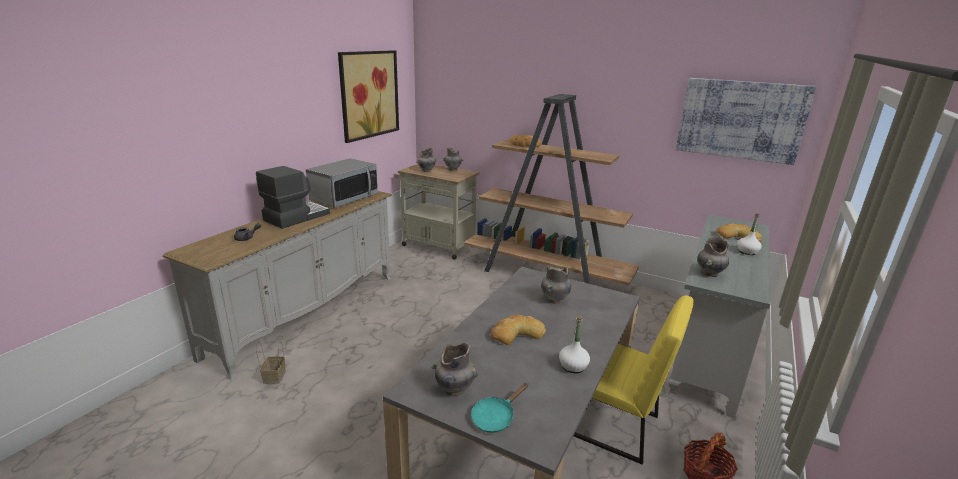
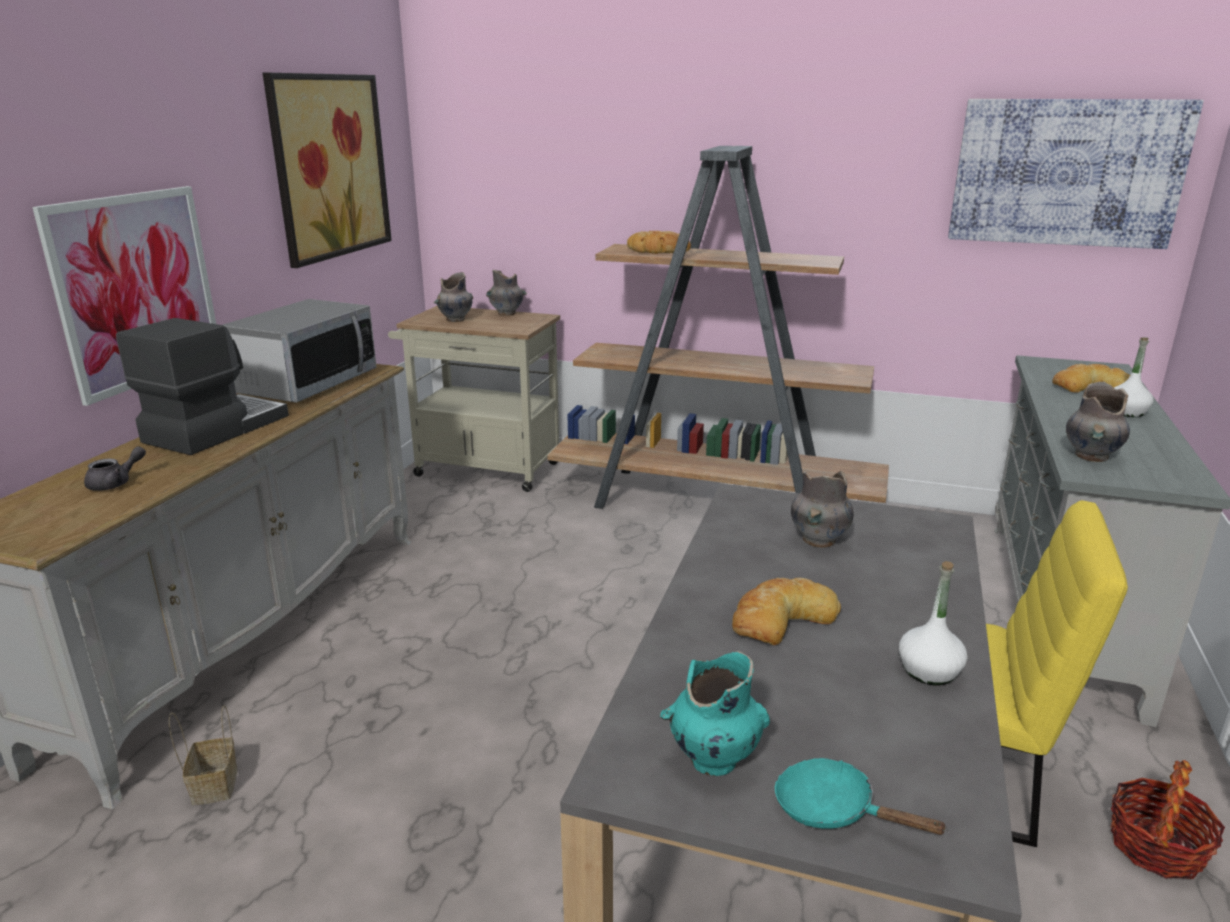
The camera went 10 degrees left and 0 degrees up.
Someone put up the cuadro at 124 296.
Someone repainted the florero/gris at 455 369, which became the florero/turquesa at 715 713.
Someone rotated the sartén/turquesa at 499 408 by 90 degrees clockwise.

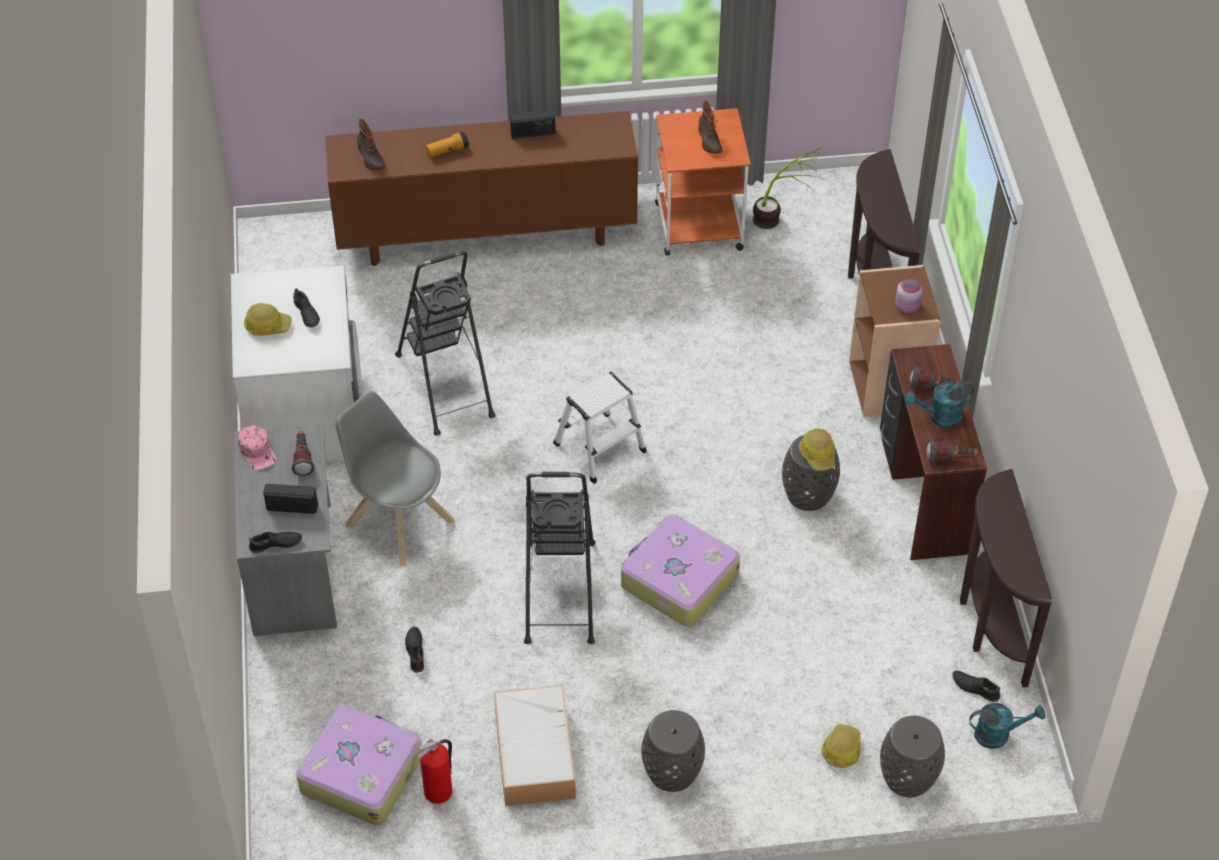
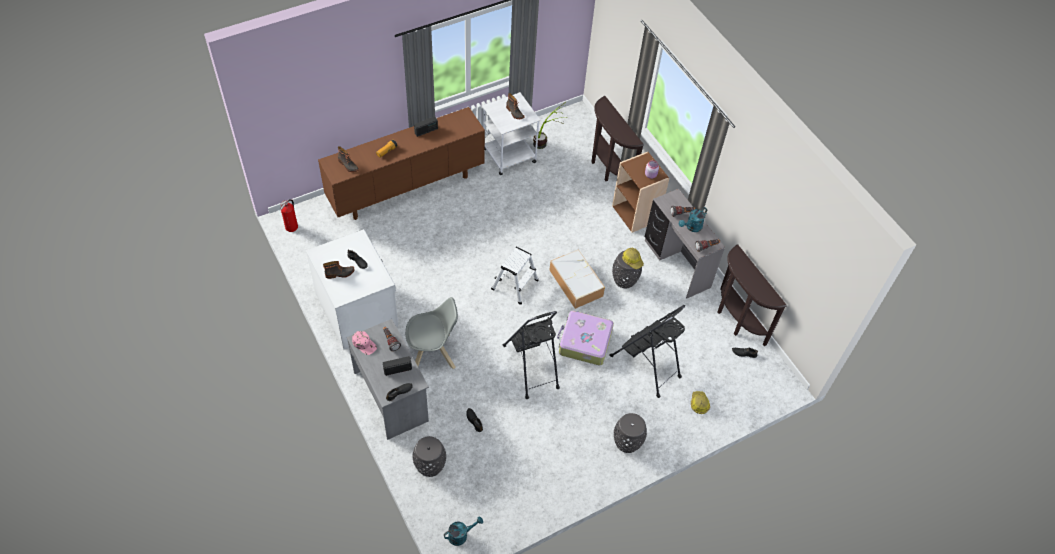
The camera went 25 degrees left and 5 degrees up.
Someone carried the extintor from 434 771 to 289 215.
Someone swapped the casco at 268 319 for the bota at 338 270.
Someone rotated the silla/gris at 395 478 by 150 degrees clockwise.
Someone carried the taburete/gris from 912 756 to 429 456.
Someone carried the regadera/turquesa from 1007 726 to 463 531.
Someone repainted the carrito/naranja at 703 181, which became the carrito/blanco at 511 133.
Someone carried the caja de almacenaje from 535 745 to 577 279.
Someone carried the escalera de tijera from 445 343 to 647 351.
Someone repainted the escritorio/marrón at 933 452, which became the escritorio/gris at 685 244.
Someone took away the maleta at 359 765.

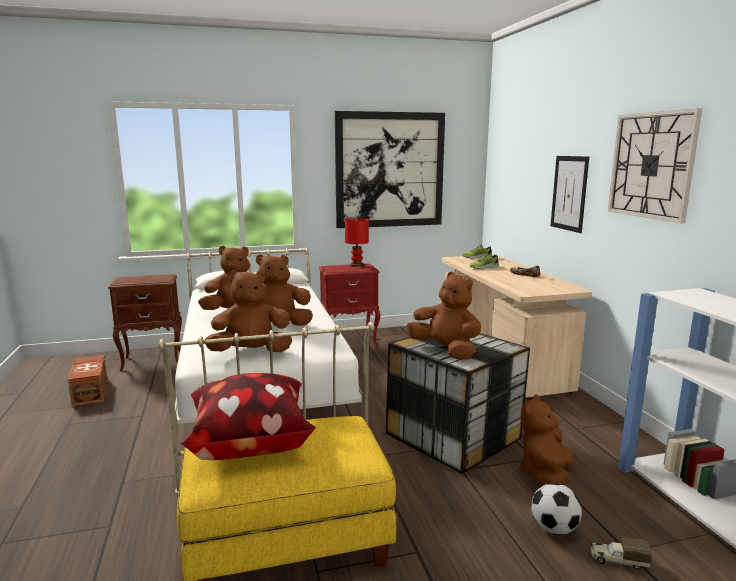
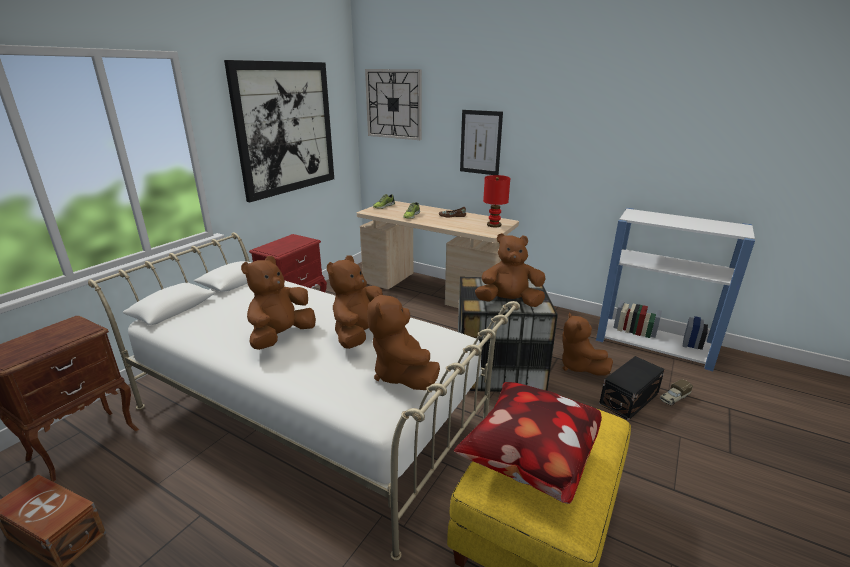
The camera went 45 degrees left and 10 degrees up.
Someone carried the reloj de pared from 655 165 to 393 104.
Someone rotated the peluche/marrón at 248 311 by 45 degrees counterclockwise.
Someone carried the lámpara de mesa/rojo from 357 242 to 496 201.
Someone swapped the balón de fútbol at 556 509 for the caja de almacenaje/negro at 632 388.

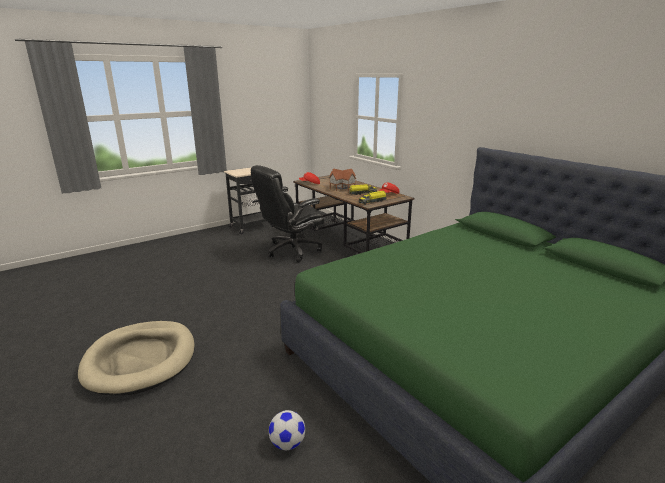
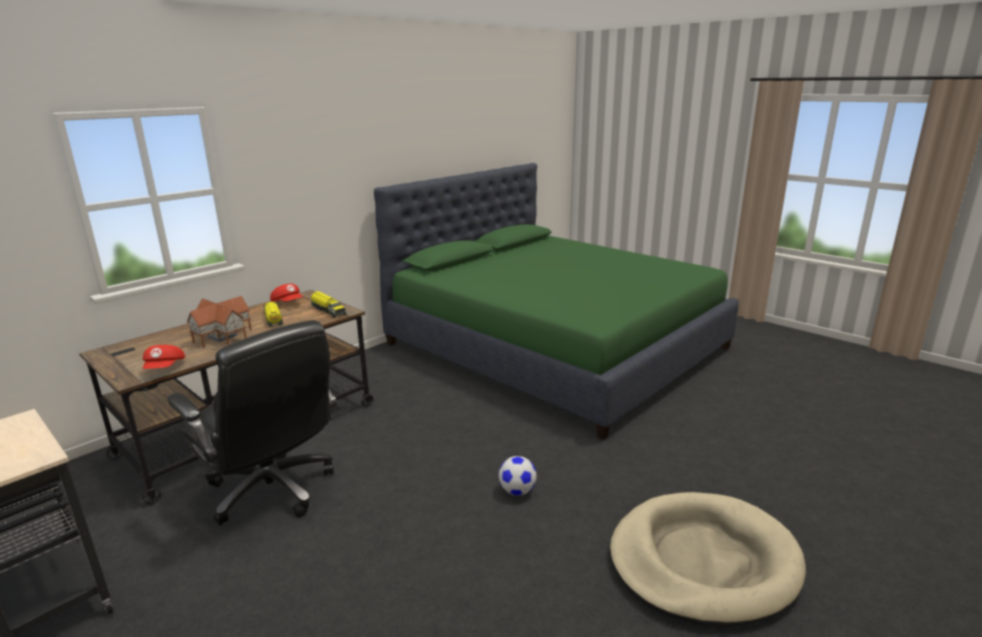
The camera went 100 degrees left and 0 degrees up.
Someone carried the balón de fútbol from 287 430 to 518 475.

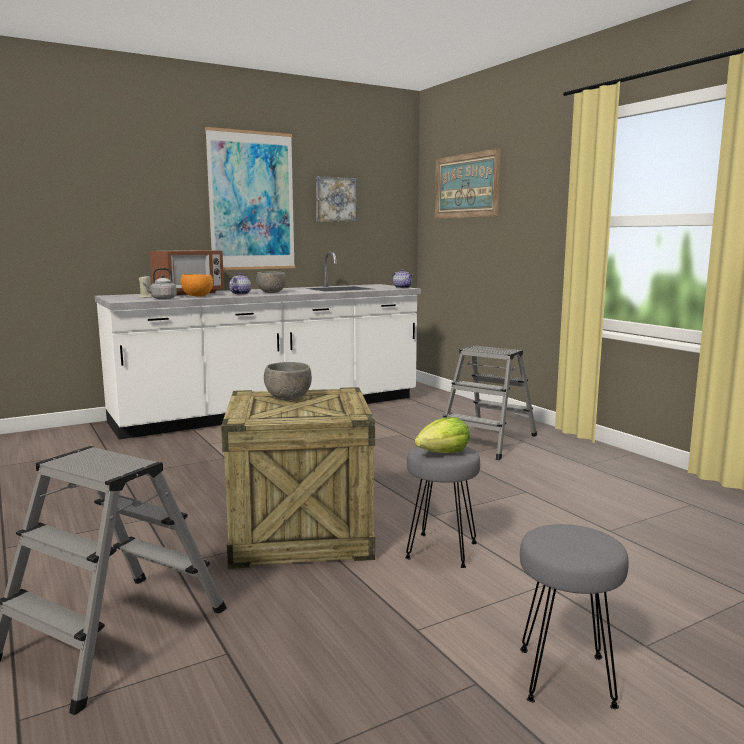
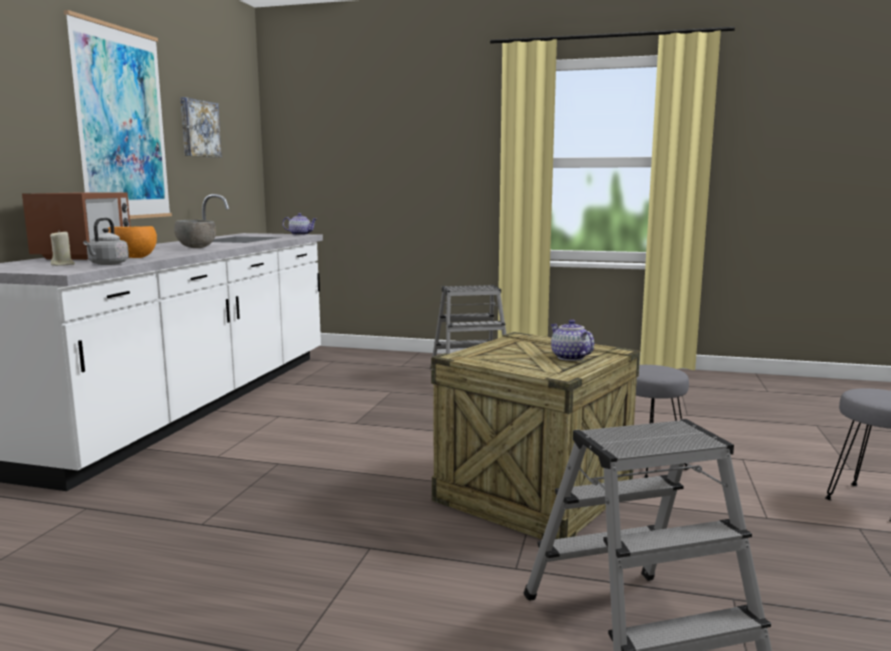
The camera went 45 degrees left and 0 degrees up.
Someone carried the tetera from 240 284 to 572 340.
Someone took away the cuenco/gris at 288 381.
Someone took away the lechuga at 442 435.
Someone took away the cuadro at 468 183.

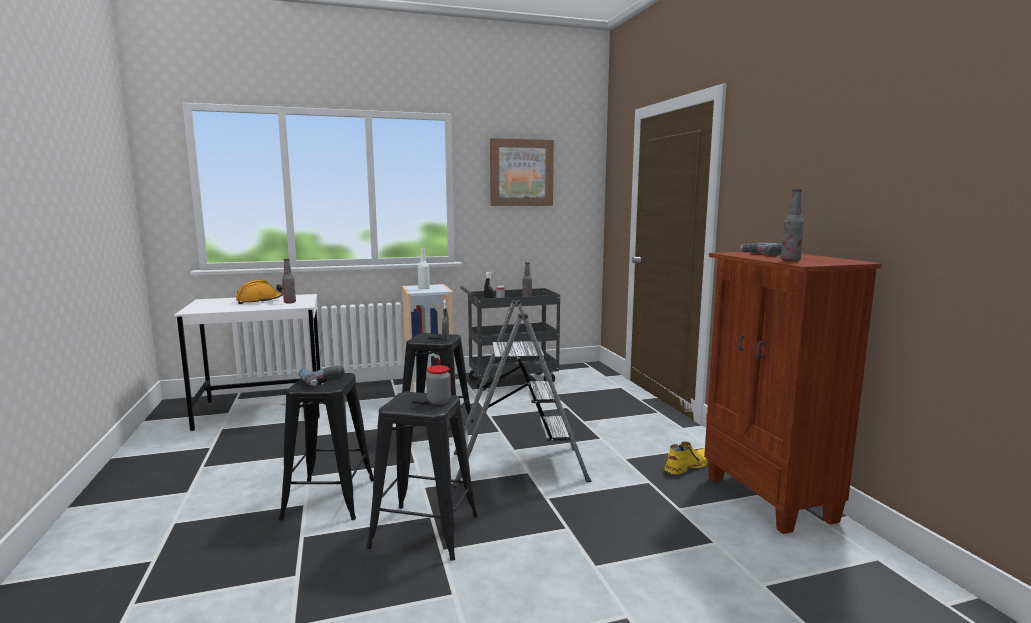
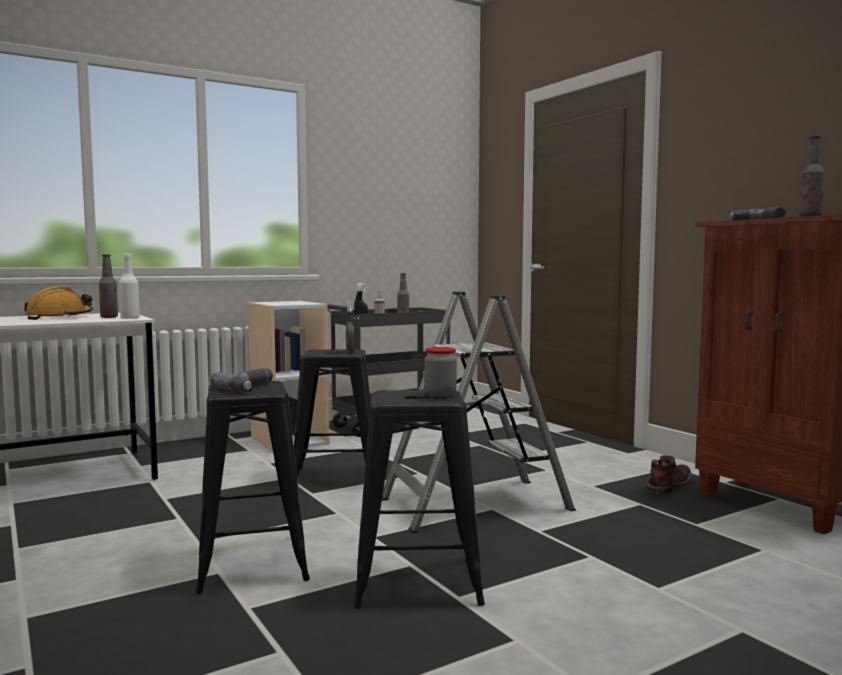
The camera went 15 degrees left and 5 degrees down.
Someone carried the botella/blanco from 424 269 to 129 286.
Someone repainted the bota/amarillo at 686 458, which became the bota/marrón at 669 474.
Someone took away the cuadro at 522 172.

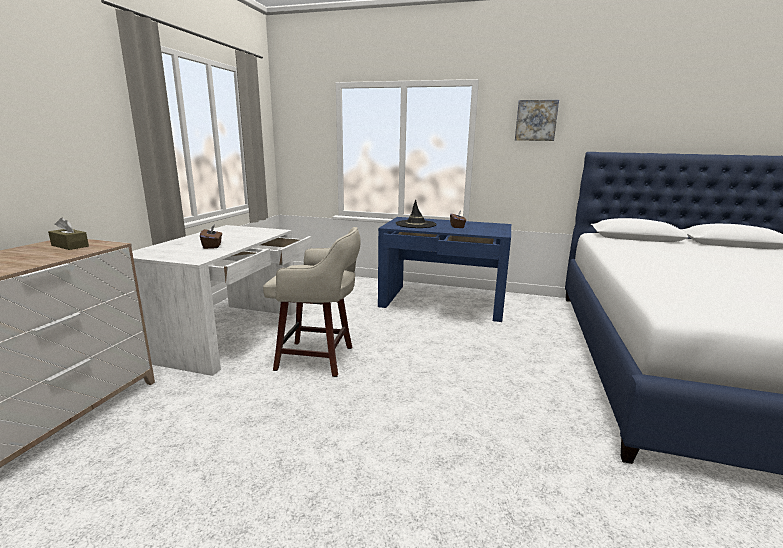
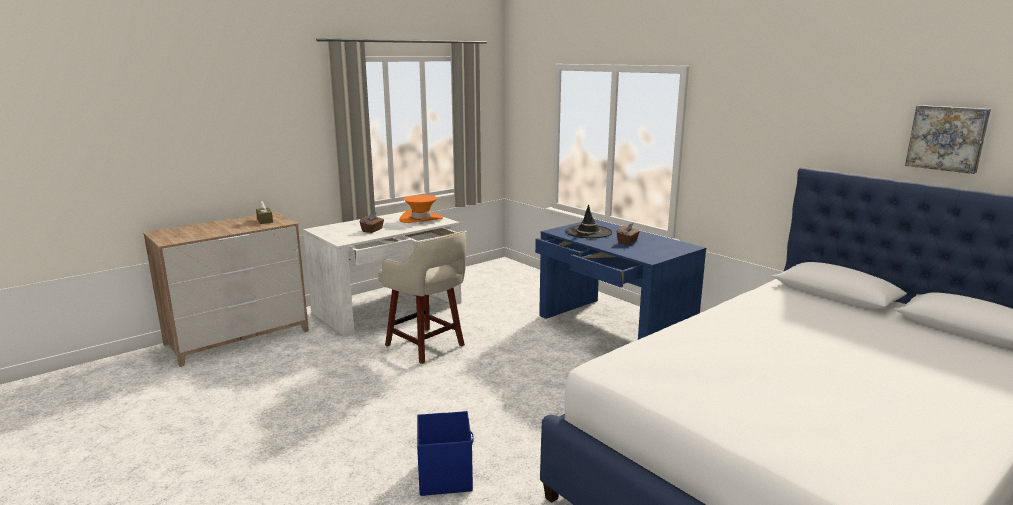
The camera went 35 degrees right and 0 degrees up.
Someone put down the sombrero/naranja at 421 209.
Someone put down the caja de almacenaje/azul at 445 453.
Someone carried the cuadro from 537 120 to 948 139.

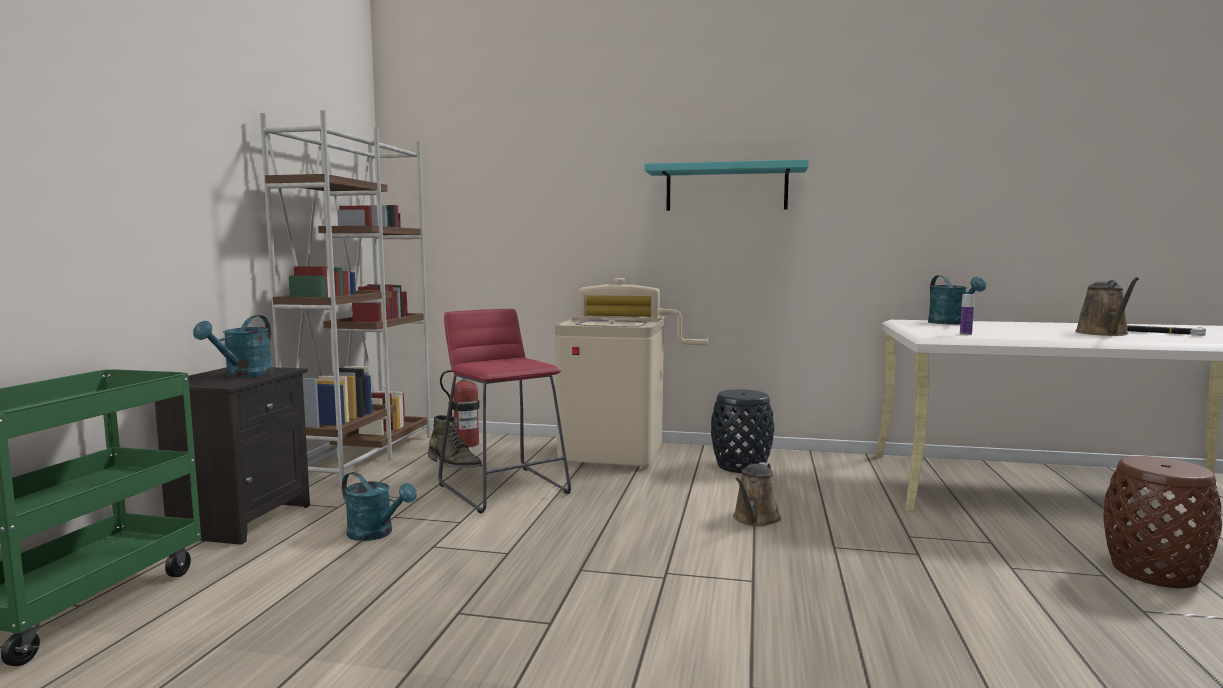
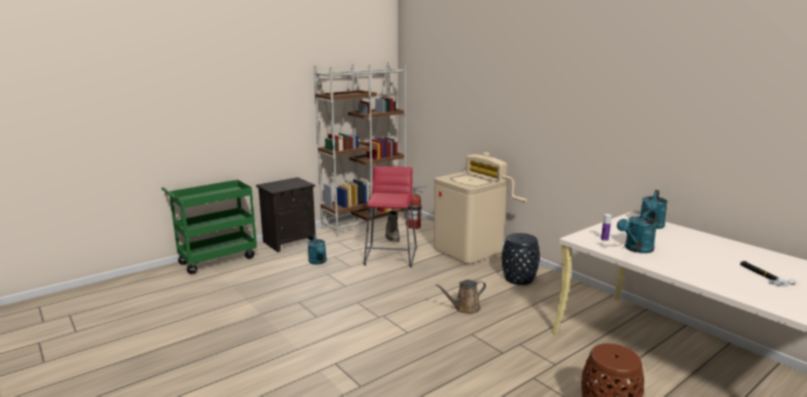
The camera went 40 degrees right and 10 degrees up.
Someone carried the regadera/turquesa from 233 346 to 637 231.
Someone took away the estante/turquesa at 726 185.
Someone took away the regadera/marrón at 1107 306.

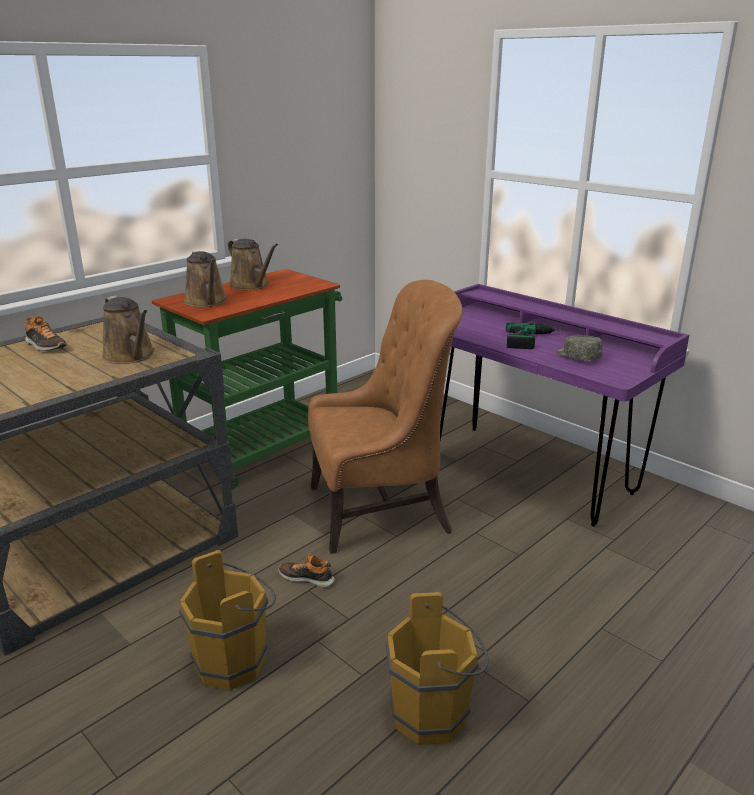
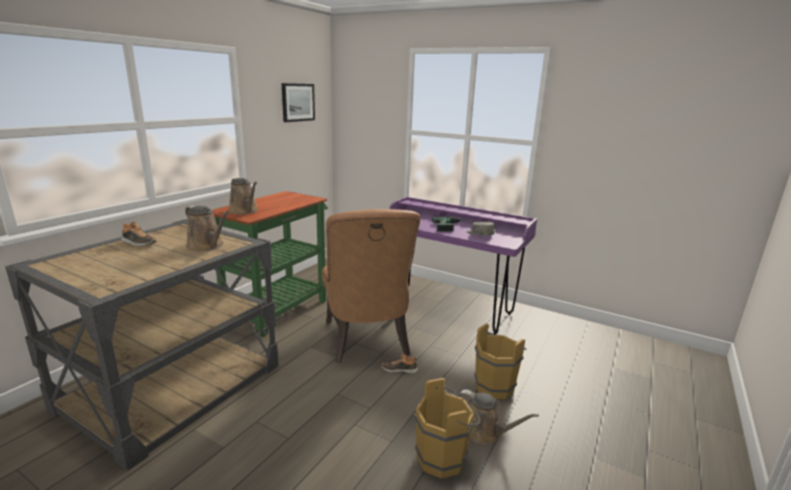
The camera went 15 degrees left and 5 degrees down.
Someone put up the cuadro at 298 102.
Someone rotated the silla/marrón at 385 417 by 105 degrees clockwise.
Someone carried the zapato from 306 570 to 399 363.
Someone carried the regadera/marrón from 253 264 to 498 416.
Someone carried the cubo/marrón from 227 620 to 500 361.

